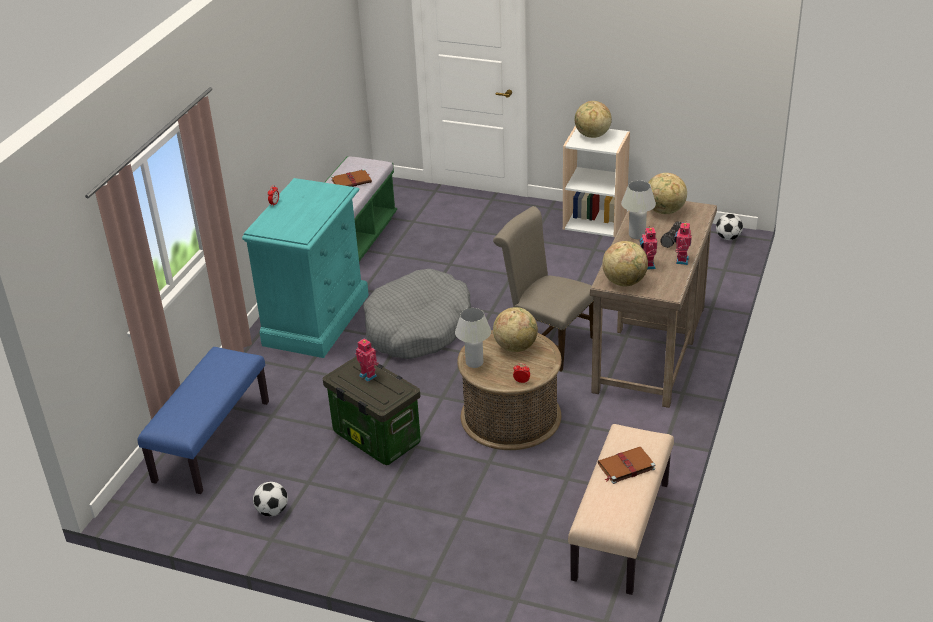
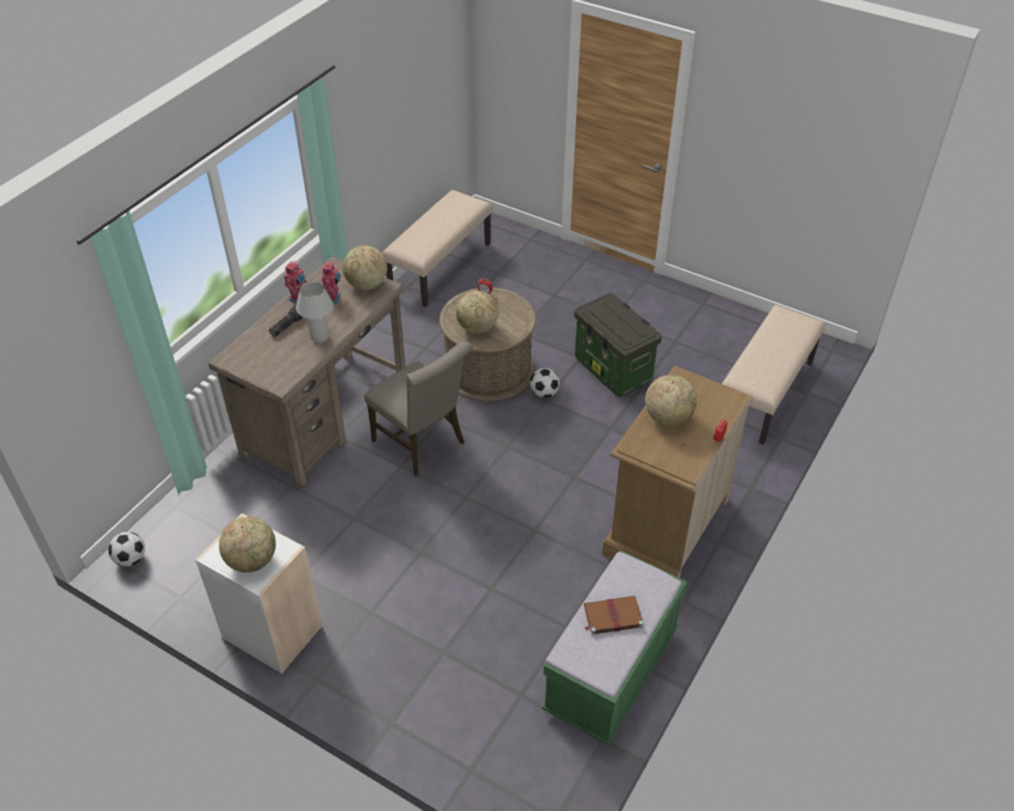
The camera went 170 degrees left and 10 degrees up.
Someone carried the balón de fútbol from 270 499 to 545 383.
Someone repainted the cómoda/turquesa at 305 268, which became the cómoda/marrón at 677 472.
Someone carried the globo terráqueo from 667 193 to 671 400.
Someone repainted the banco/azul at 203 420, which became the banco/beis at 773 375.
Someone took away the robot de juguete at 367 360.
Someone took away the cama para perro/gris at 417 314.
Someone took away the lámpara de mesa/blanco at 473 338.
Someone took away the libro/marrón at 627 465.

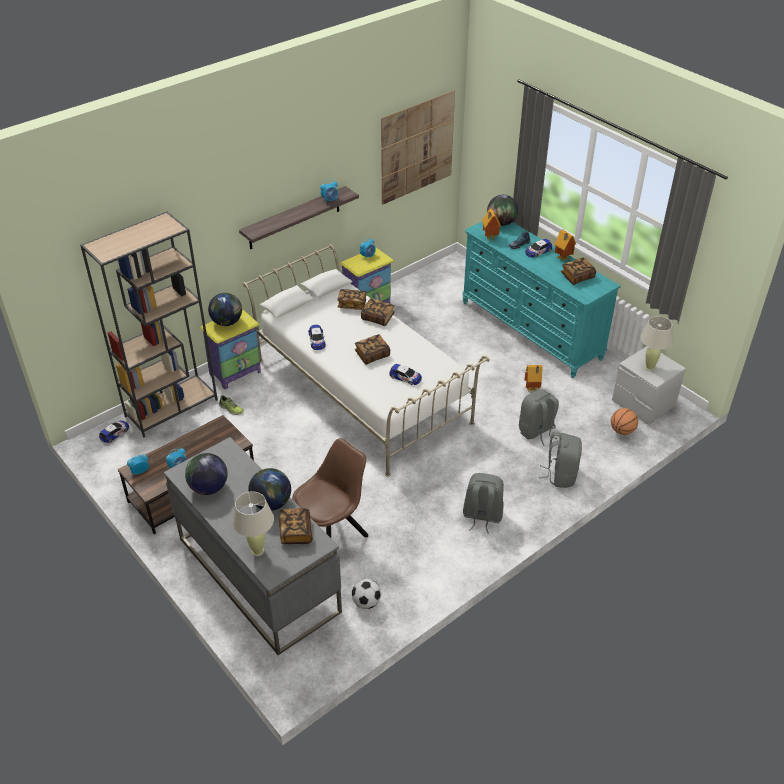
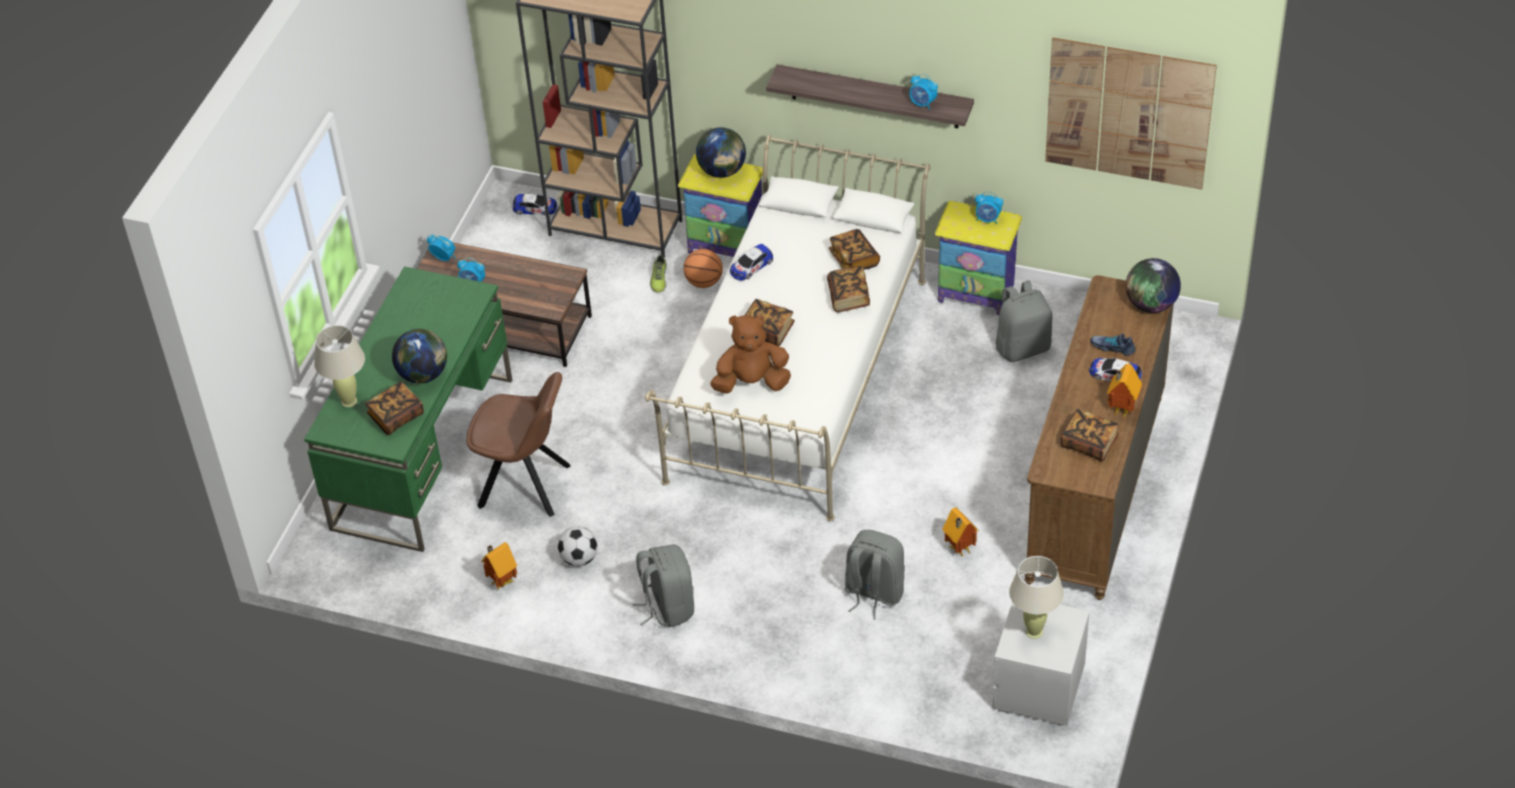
The camera went 60 degrees right and 5 degrees up.
Someone repainted the escritorio/gris at 253 546, which became the escritorio/verde at 408 409.
Someone carried the casita from 491 225 to 499 566.
Someone carried the balón de fútbol from 366 594 to 578 546.
Someone carried the balón de baloncesto from 624 421 to 703 268.
Someone swapped the coche de juguete at 405 374 for the peluche/marrón at 750 354.
Someone carried the mochila/gris from 560 459 to 1024 321.
Someone repainted the cómoda/turquesa at 541 300, which became the cómoda/marrón at 1099 437.
Someone took away the globo terráqueo at 206 474.

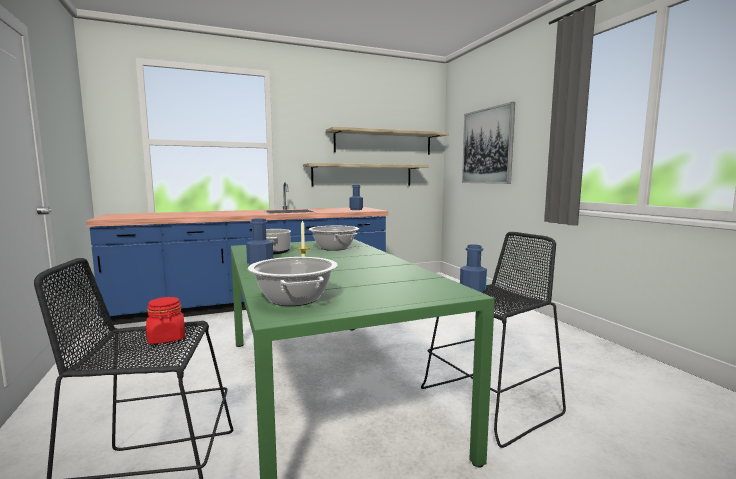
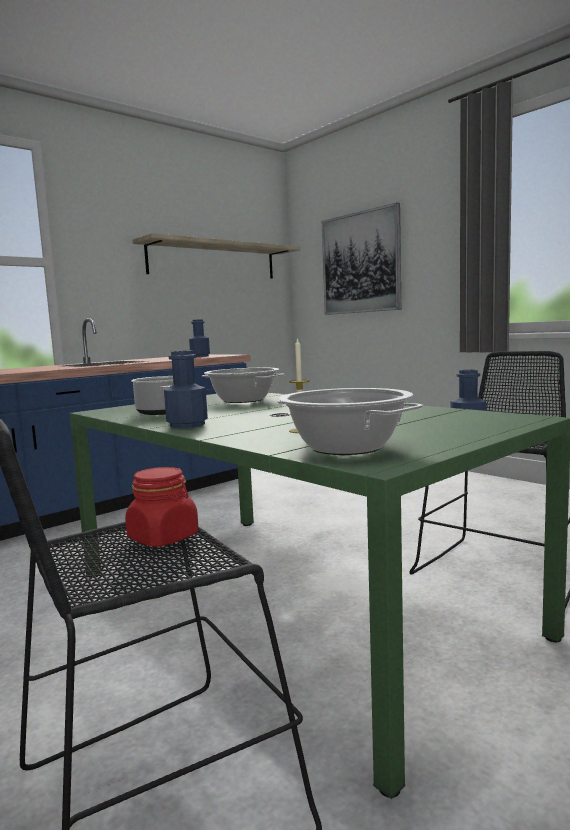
The camera went 20 degrees left and 0 degrees up.
Someone took away the estante at 366 174.

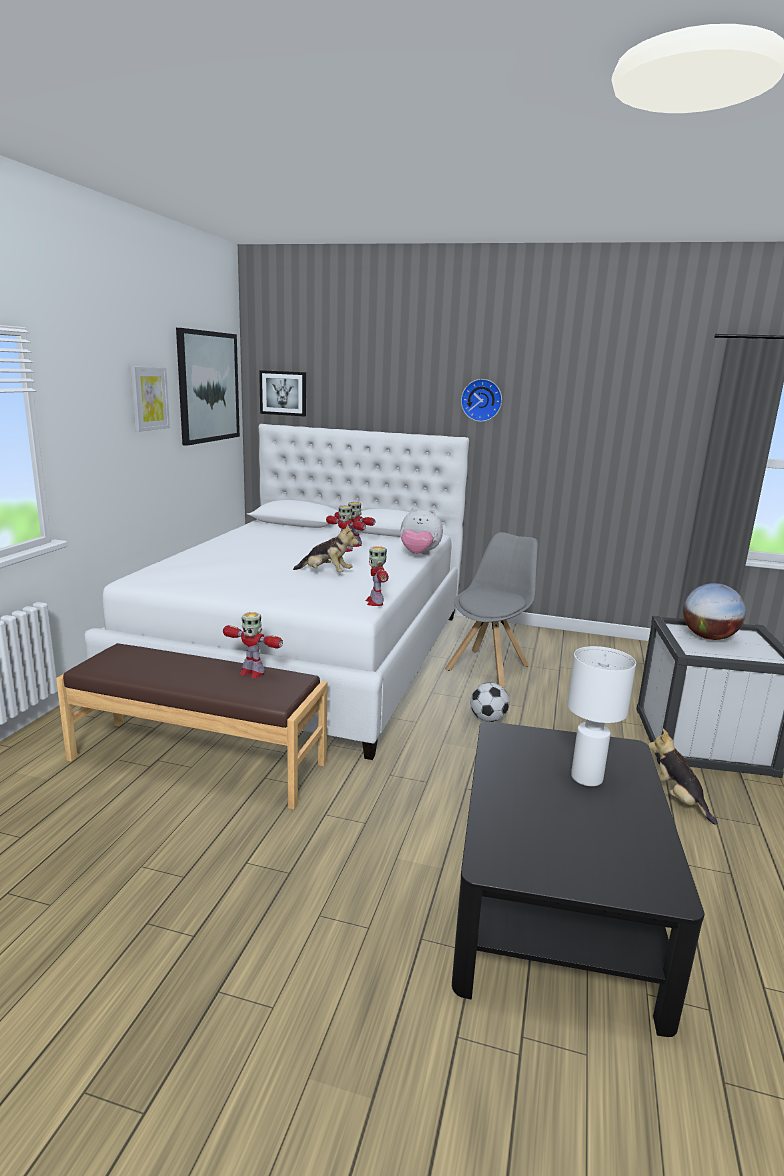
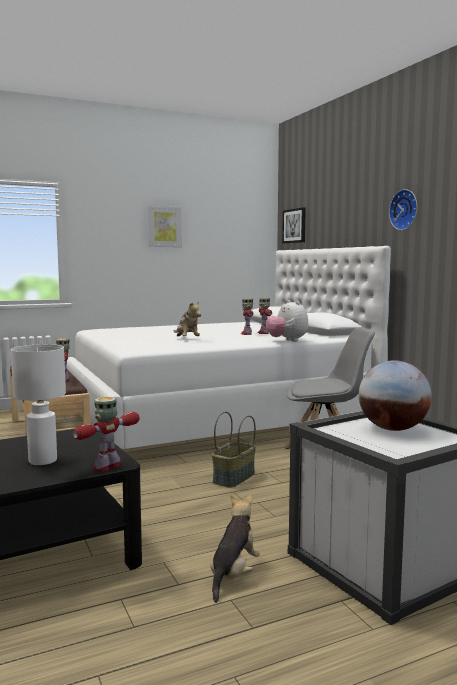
The camera went 50 degrees right and 10 degrees down.
Someone carried the robot de juguete from 377 576 to 106 434.
Someone swapped the balón de fútbol at 489 702 for the cesta at 234 449.
Someone took away the cuadro at 208 387.

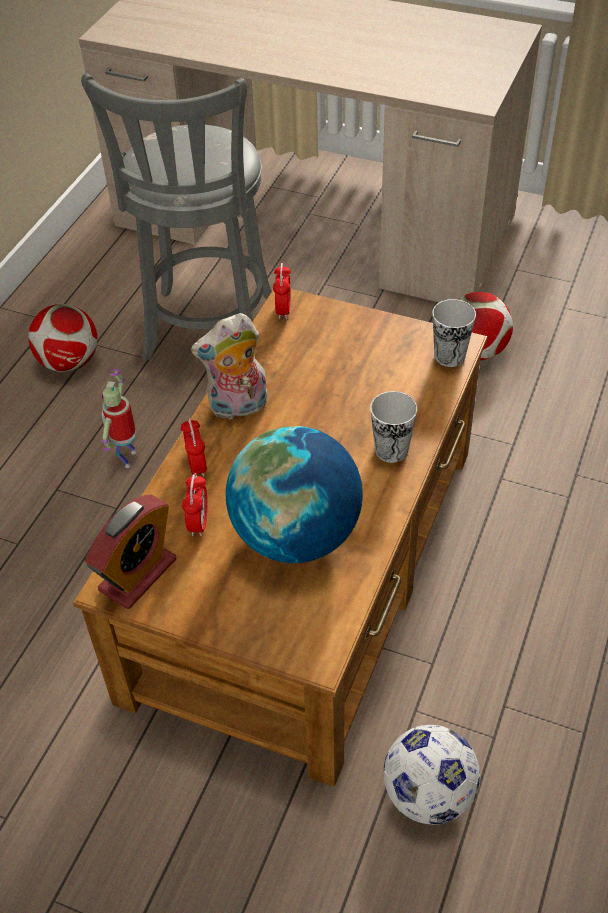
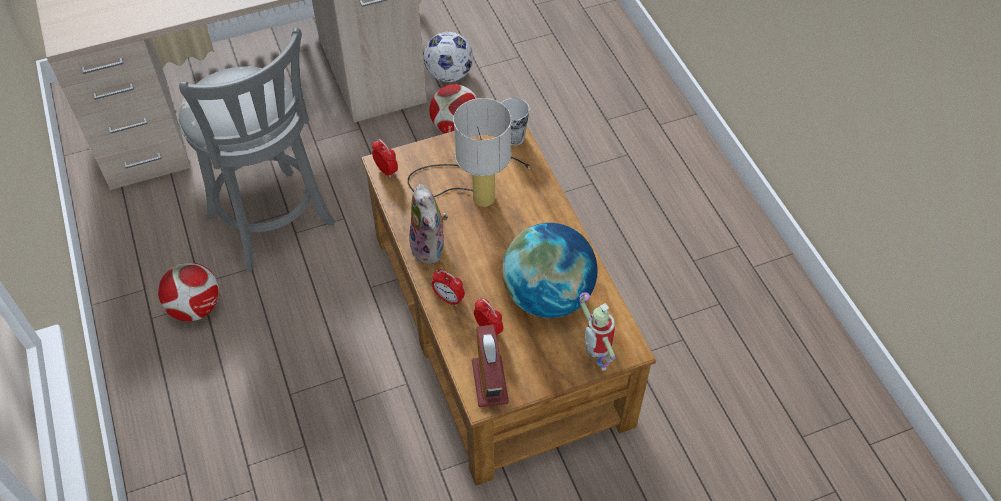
The camera went 45 degrees left and 5 degrees up.
Someone put down the lámpara de mesa at 468 152.
Someone rotated the peluche at 229 366 by 45 degrees counterclockwise.
Someone carried the balón de fútbol from 432 775 to 448 57.
Someone carried the robot de juguete from 119 418 to 597 331.
Someone took away the taza at 393 427.

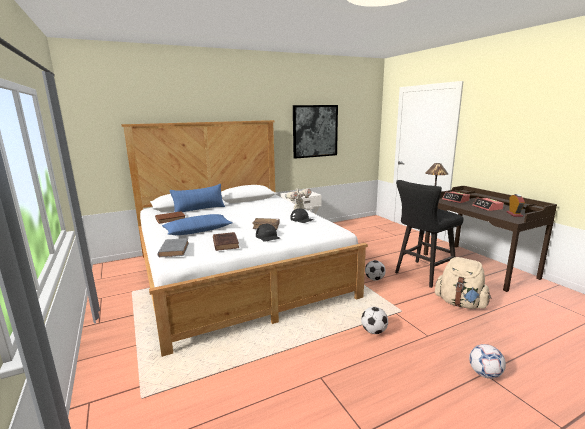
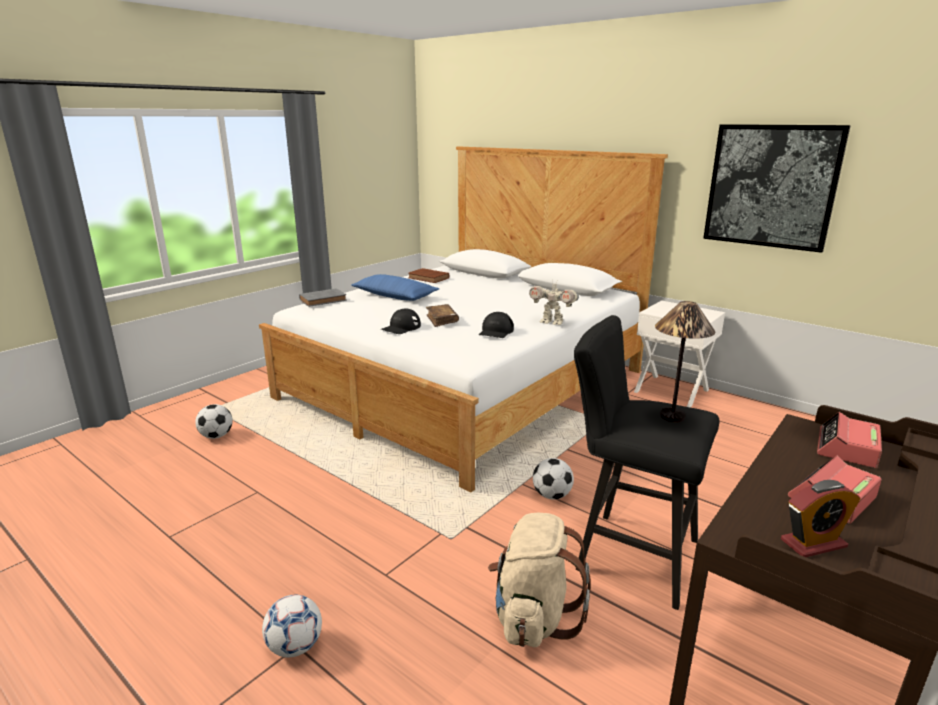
The camera went 65 degrees right and 5 degrees up.
Someone carried the balón de fútbol from 374 320 to 214 421.
Someone took away the cojín/azul at 197 198.
Someone took away the libro/marrón at 226 241.

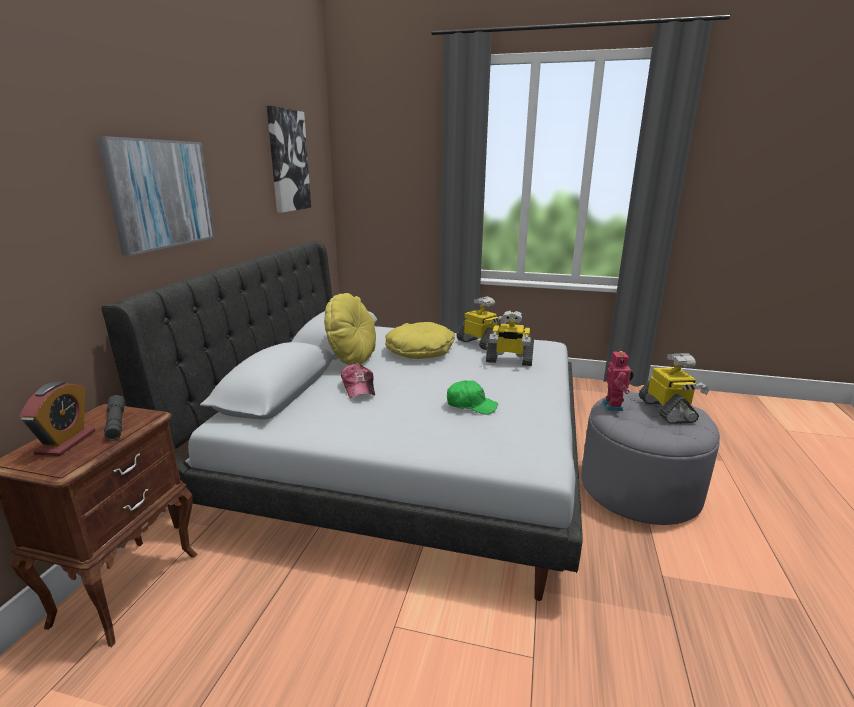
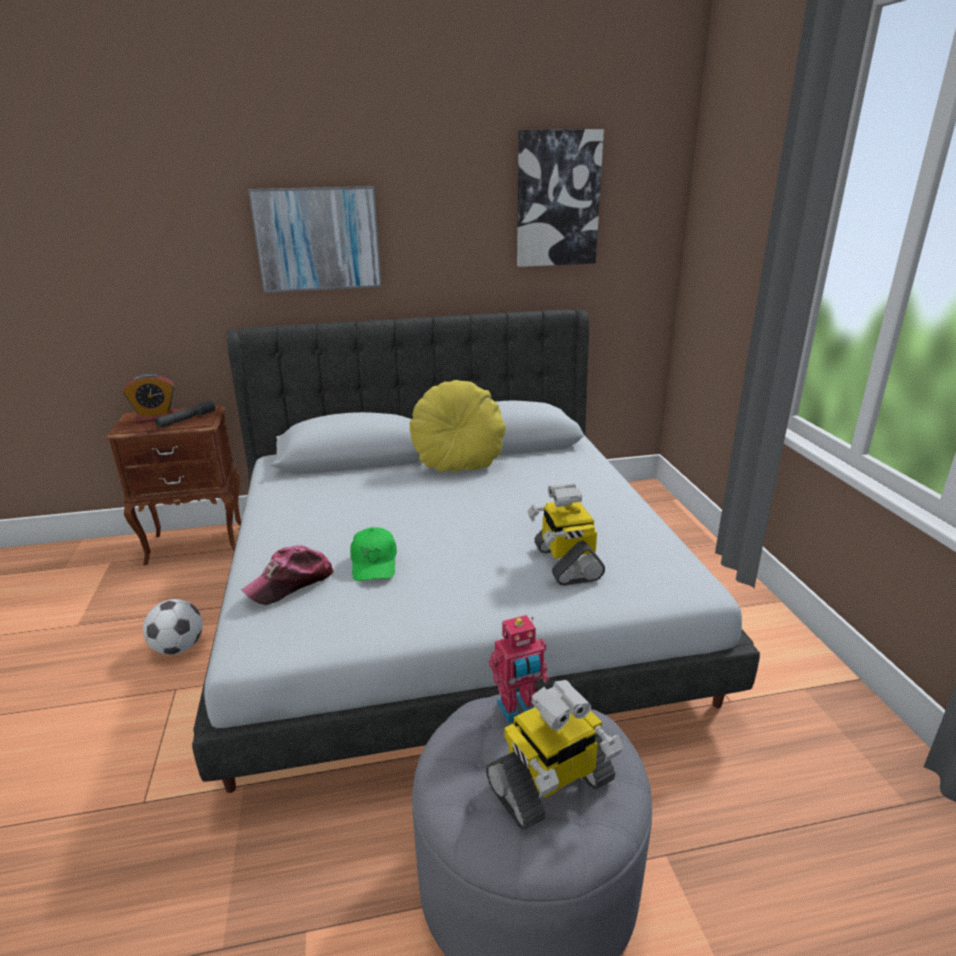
The camera went 65 degrees right and 5 degrees up.
Someone put down the balón de fútbol at 173 627.
Someone carried the gorra from 358 380 to 287 575.
Someone took away the cojín/amarillo at 420 340.
Someone took away the robot de juguete at 481 323.

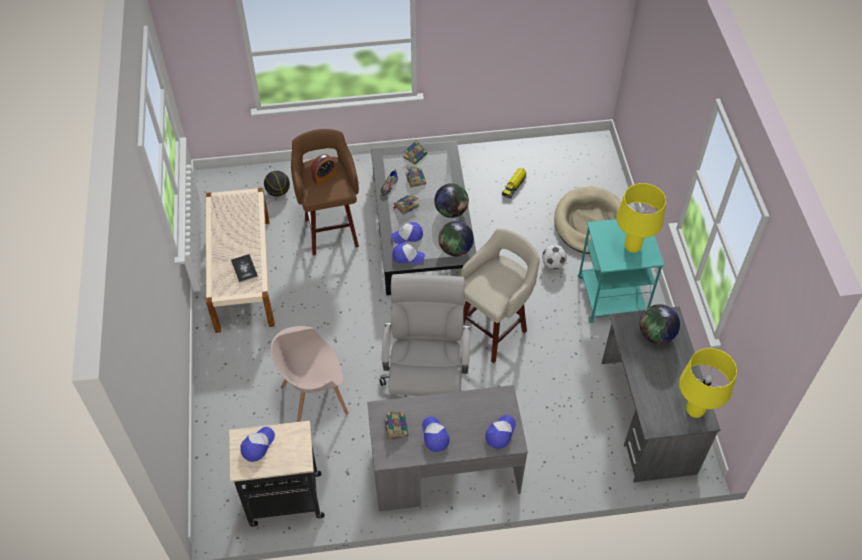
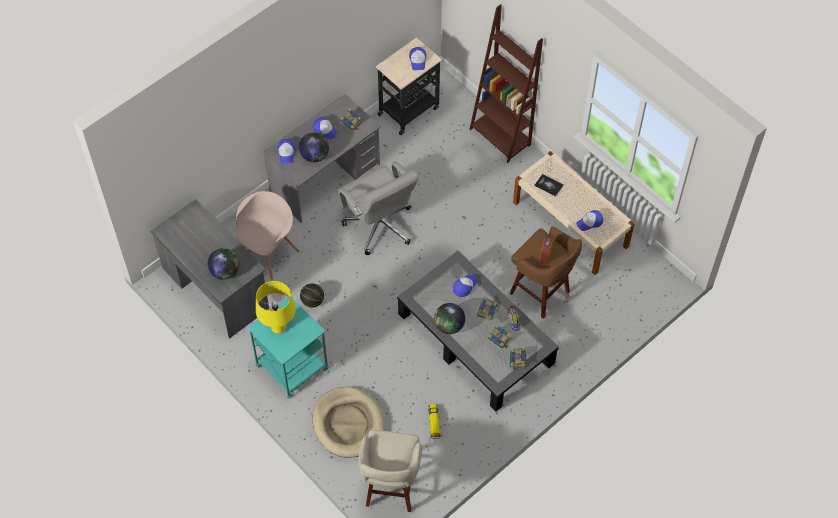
The camera went 145 degrees right and 5 degrees up.
Someone carried the silla/beis from 309 374 to 268 235.
Someone carried the globo terráqueo from 456 238 to 314 147.
Someone carried the balón de baloncesto from 277 184 to 312 295.
Someone carried the taburete/beis from 500 296 to 390 471.
Someone put down the estantería/marrón at 506 83.
Someone carried the gorra from 408 253 to 589 220.
Someone took away the balón de fútbol at 554 257.
Someone took away the lámpara de mesa/amarillo at 708 383.

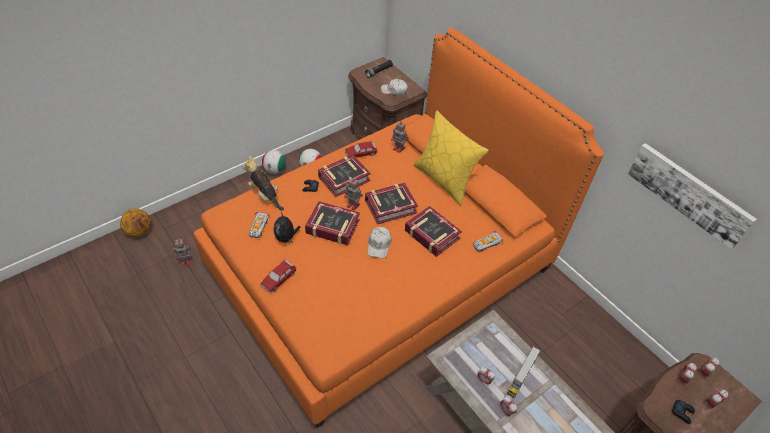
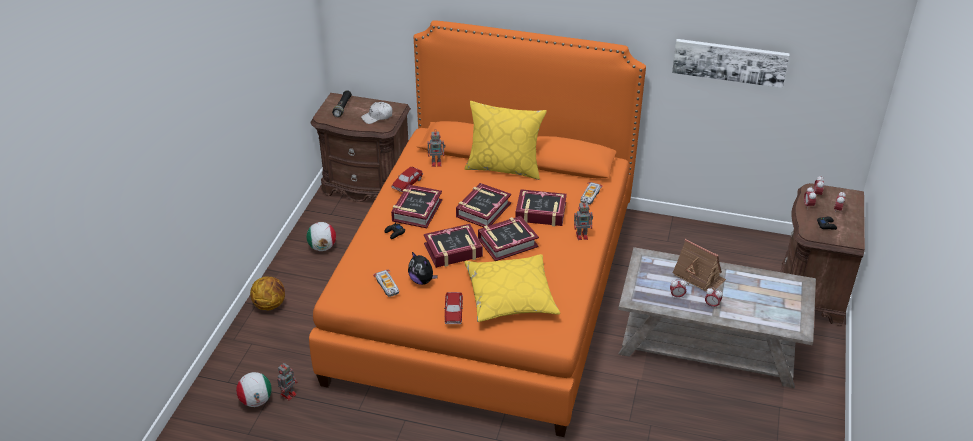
The camera went 35 degrees left and 10 degrees down.
Someone carried the balón de fútbol from 274 162 to 254 389.
Someone carried the balón de baloncesto from 135 223 to 267 293.
Someone put down the cojín/amarillo at 512 288.
Someone swapped the gorra/blanco at 379 242 for the libro at 508 238.
Someone carried the robot de juguete from 353 194 to 583 220.
Someone swapped the camión de juguete at 523 372 for the casita at 699 265.
Someone took away the peluche at 263 183.

